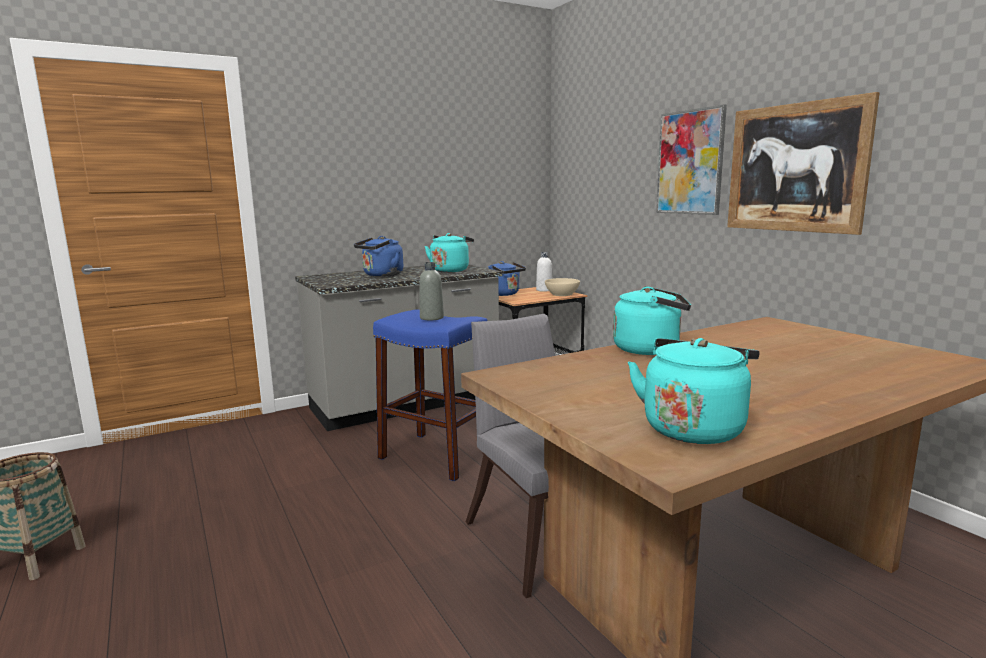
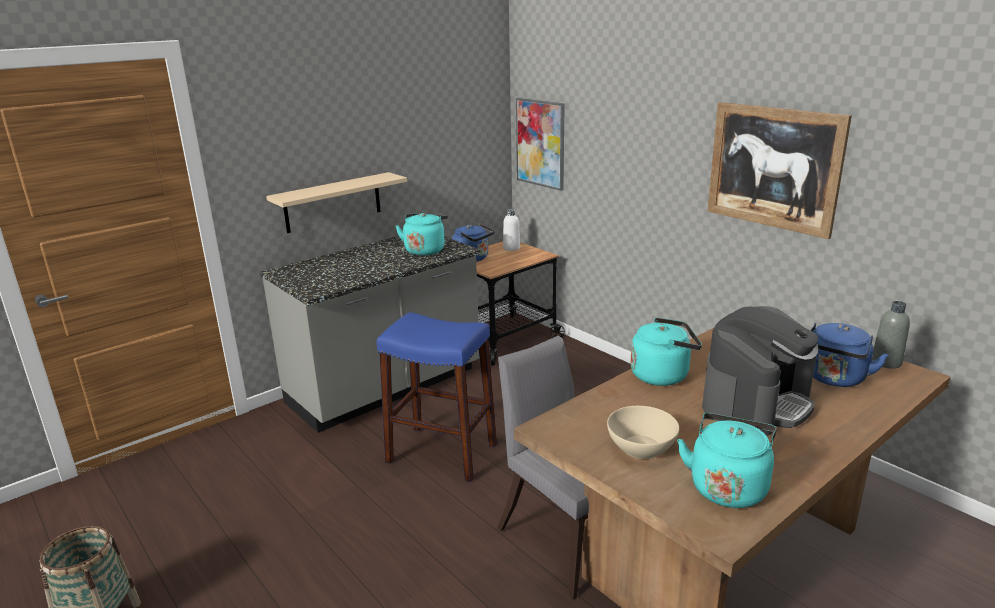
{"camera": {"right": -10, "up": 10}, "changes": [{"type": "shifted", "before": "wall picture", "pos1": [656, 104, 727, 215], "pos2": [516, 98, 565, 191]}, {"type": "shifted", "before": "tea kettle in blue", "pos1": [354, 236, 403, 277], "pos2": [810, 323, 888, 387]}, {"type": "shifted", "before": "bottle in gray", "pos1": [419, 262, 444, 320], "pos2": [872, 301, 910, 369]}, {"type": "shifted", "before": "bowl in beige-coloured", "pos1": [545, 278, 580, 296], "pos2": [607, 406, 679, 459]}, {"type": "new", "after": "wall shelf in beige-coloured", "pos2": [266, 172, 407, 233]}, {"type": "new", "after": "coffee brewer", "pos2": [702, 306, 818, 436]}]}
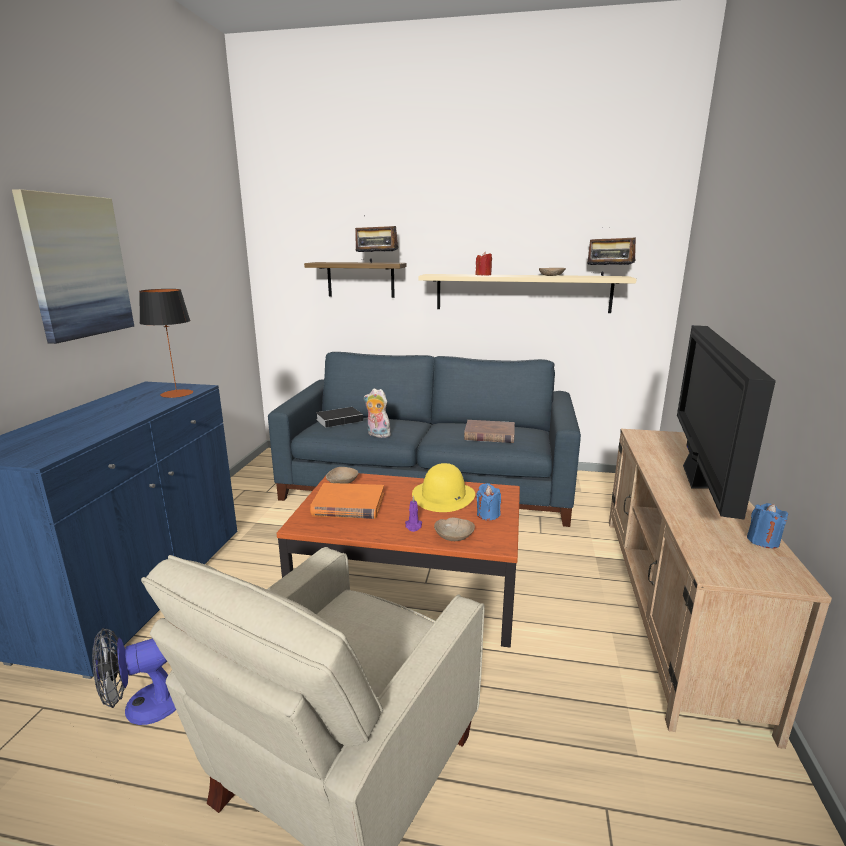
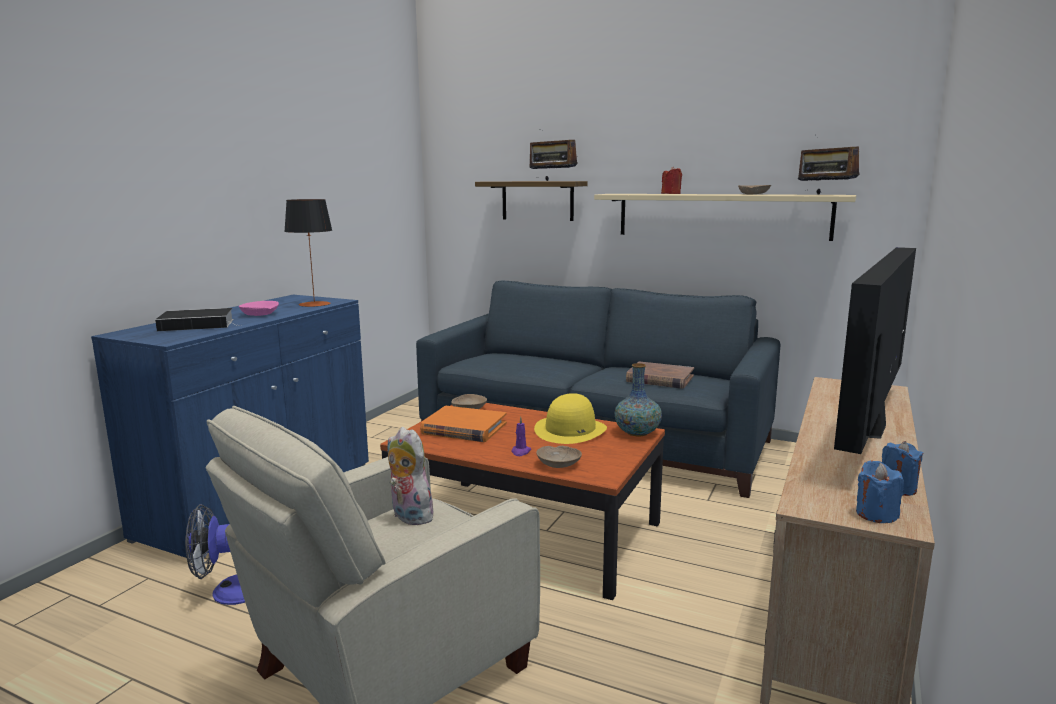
{"camera": {"right": 15, "up": -5}, "changes": [{"type": "gone", "before": "wall picture", "pos1": [12, 189, 134, 344]}, {"type": "shifted", "before": "plush toy", "pos1": [364, 388, 391, 438], "pos2": [387, 427, 435, 525]}, {"type": "shifted", "before": "book", "pos1": [316, 407, 367, 428], "pos2": [155, 308, 241, 331]}, {"type": "shifted", "before": "wax light in blue", "pos1": [476, 483, 501, 521], "pos2": [856, 460, 904, 523]}, {"type": "new", "after": "bowl in pink-coloured", "pos2": [239, 301, 279, 316]}, {"type": "new", "after": "vase", "pos2": [615, 363, 662, 437]}]}
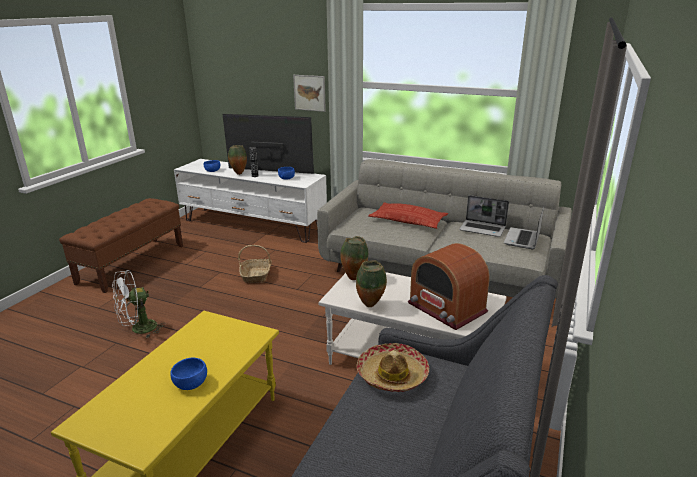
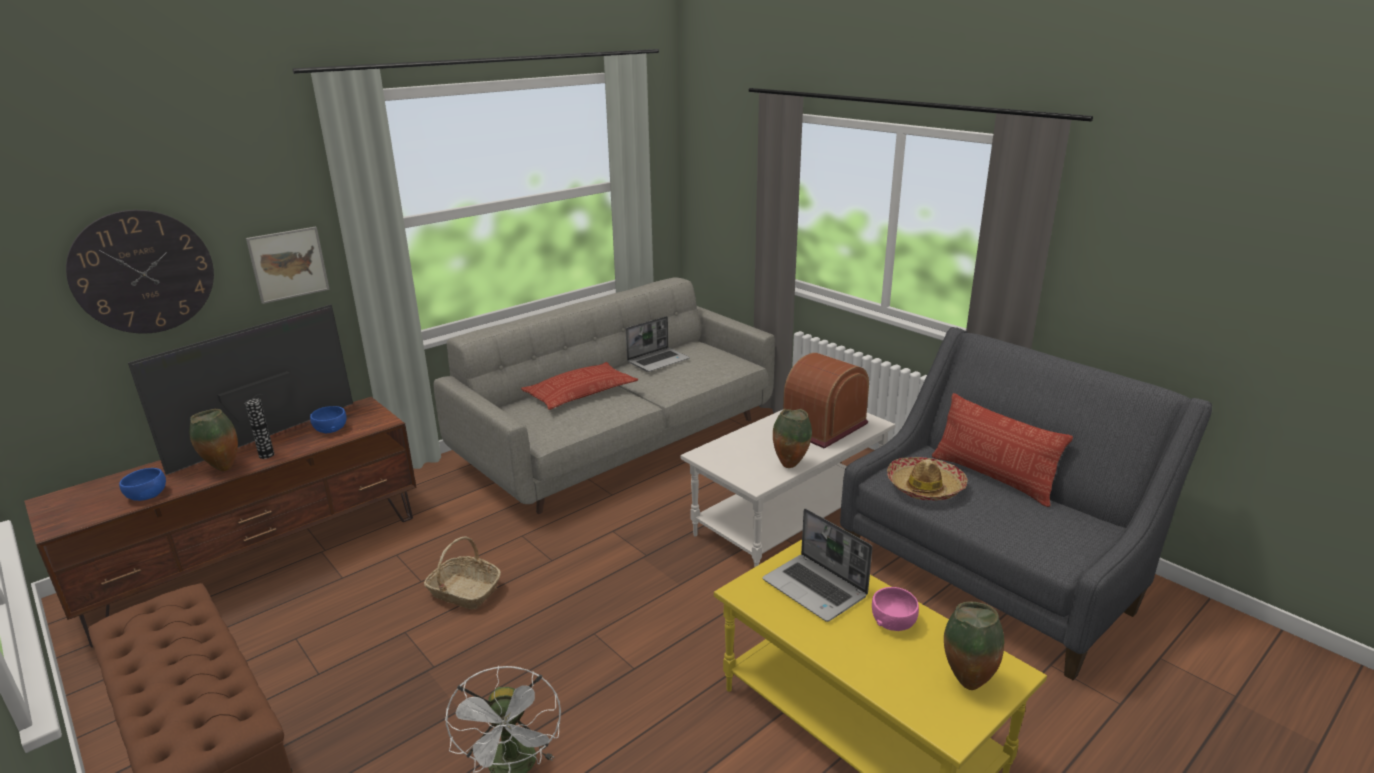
{"camera": {"right": -65, "up": 0}, "changes": [{"type": "repainted", "before": "media console in whitish", "after": "media console in brown-coloured", "pos1": [174, 159, 327, 243], "pos2": [24, 397, 416, 648]}, {"type": "shifted", "before": "laptop", "pos1": [504, 207, 544, 249], "pos2": [762, 508, 872, 622]}, {"type": "shifted", "before": "vase", "pos1": [340, 236, 368, 280], "pos2": [944, 602, 1004, 690]}, {"type": "rotated", "before": "radio set", "pos1": [408, 243, 490, 330], "pos2": [783, 353, 869, 449], "turn": 150}, {"type": "repainted", "before": "bowl in blue", "after": "bowl in pink-coloured", "pos1": [170, 358, 207, 390], "pos2": [872, 587, 919, 631]}, {"type": "new", "after": "wall clock", "pos2": [66, 210, 214, 334]}, {"type": "new", "after": "cushion", "pos2": [932, 393, 1073, 507]}]}
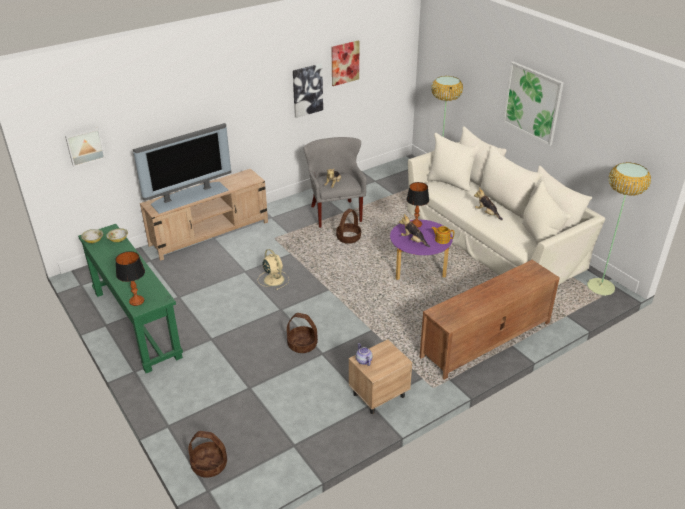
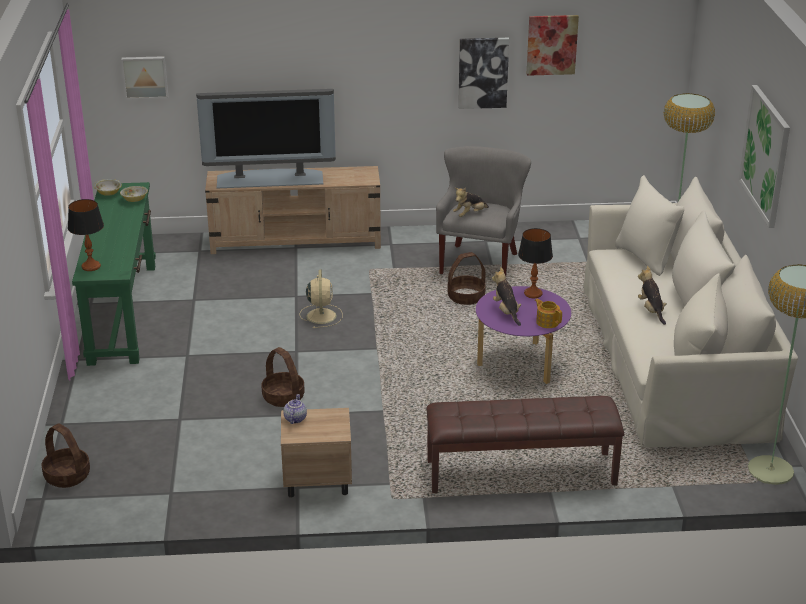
{"camera": {"right": 30, "up": -5}, "changes": [{"type": "swapped", "before": "media console in brown-coloured", "after": "long seat in brown-coloured", "pos1": [420, 260, 560, 380], "pos2": [426, 396, 624, 493]}]}
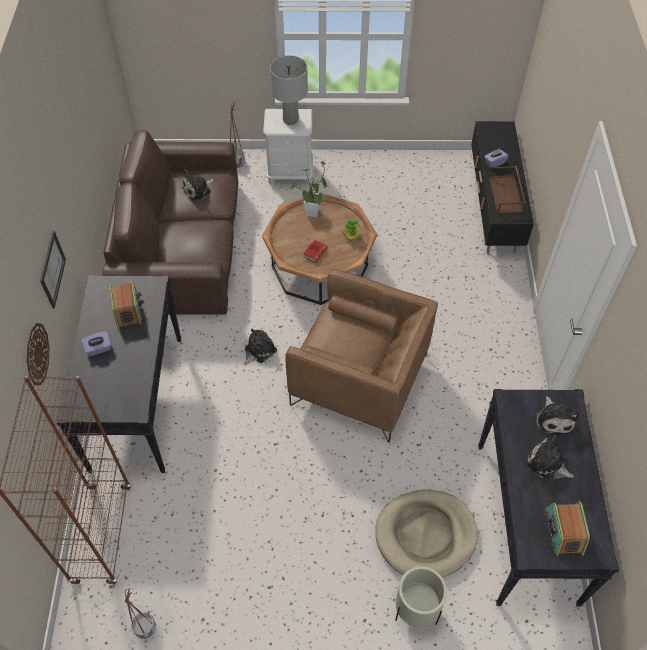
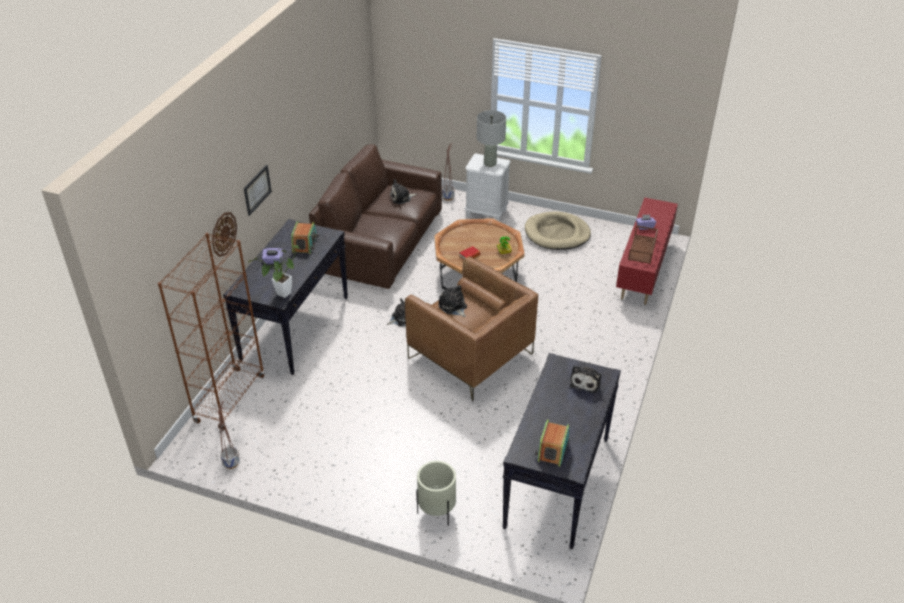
{"camera": {"right": 20, "up": -15}, "changes": [{"type": "repainted", "before": "media console in black", "after": "media console in red", "pos1": [471, 121, 534, 253], "pos2": [616, 197, 678, 305]}, {"type": "shifted", "before": "potted plant", "pos1": [285, 161, 328, 217], "pos2": [249, 245, 299, 298]}, {"type": "shifted", "before": "plush toy", "pos1": [525, 435, 574, 480], "pos2": [439, 285, 467, 317]}, {"type": "shifted", "before": "pet bed in beige-coloured", "pos1": [375, 490, 478, 577], "pos2": [525, 211, 591, 250]}]}
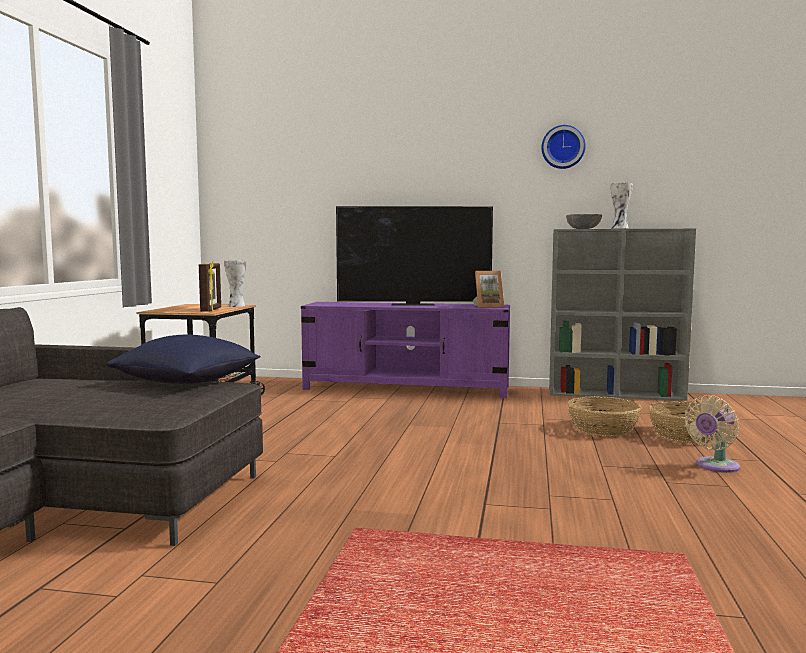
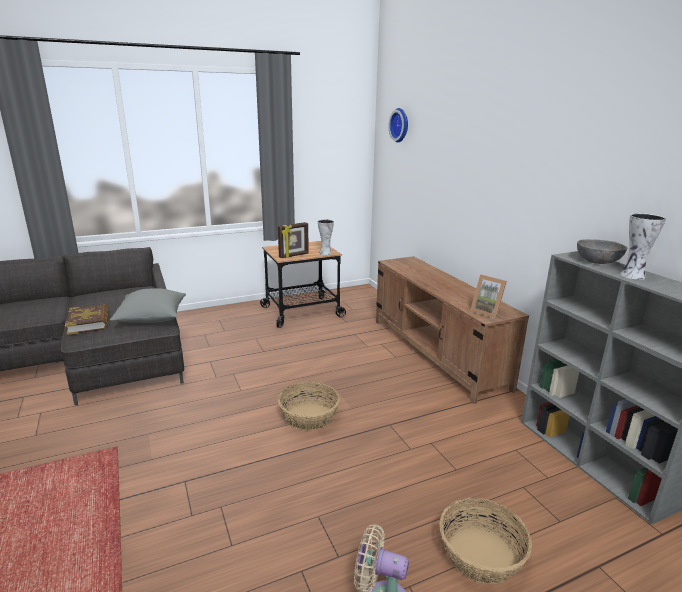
{"camera": {"right": 55, "up": 15}, "changes": [{"type": "shifted", "before": "wall clock", "pos1": [542, 125, 586, 169], "pos2": [388, 108, 408, 142]}, {"type": "gone", "before": "TV set", "pos1": [336, 206, 493, 306]}, {"type": "repainted", "before": "media console in purple", "after": "media console in brown-coloured", "pos1": [301, 302, 510, 398], "pos2": [376, 256, 529, 404]}, {"type": "repainted", "before": "cushion in blue", "after": "cushion in gray", "pos1": [106, 335, 260, 384], "pos2": [110, 288, 186, 323]}, {"type": "shifted", "before": "storage basket", "pos1": [567, 396, 642, 437], "pos2": [278, 382, 340, 431]}, {"type": "new", "after": "book", "pos2": [65, 304, 109, 335]}]}
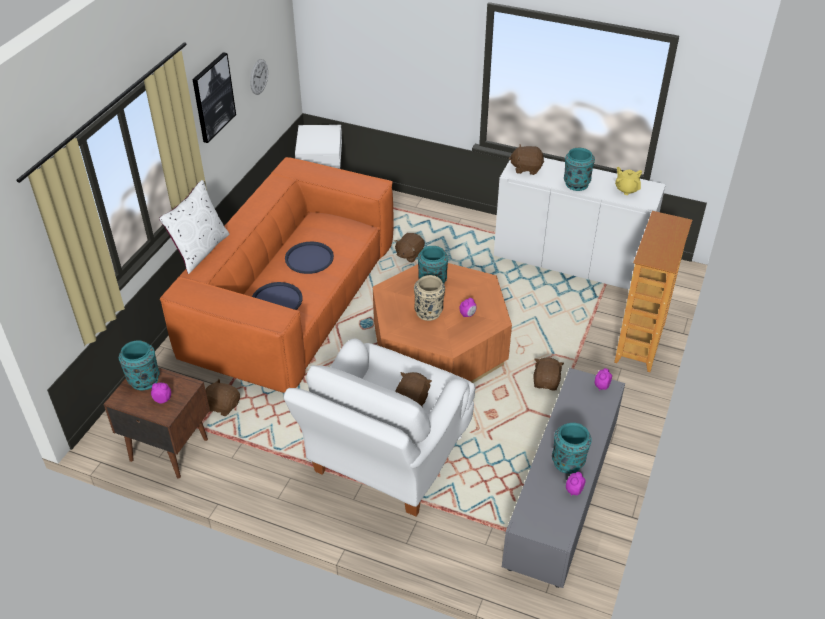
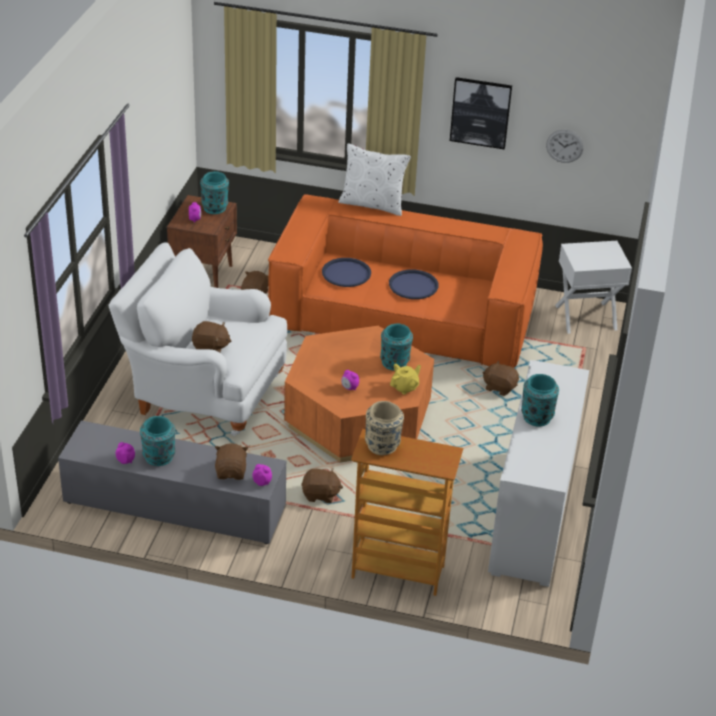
{"camera": {"right": 80, "up": -5}, "changes": [{"type": "shifted", "before": "plush toy in brown-coloured", "pos1": [509, 144, 544, 175], "pos2": [215, 443, 248, 480]}, {"type": "shifted", "before": "tea pot in yellow", "pos1": [615, 167, 642, 195], "pos2": [390, 364, 421, 395]}, {"type": "shifted", "before": "vase in beige-coloured", "pos1": [414, 275, 445, 321], "pos2": [365, 401, 404, 455]}]}
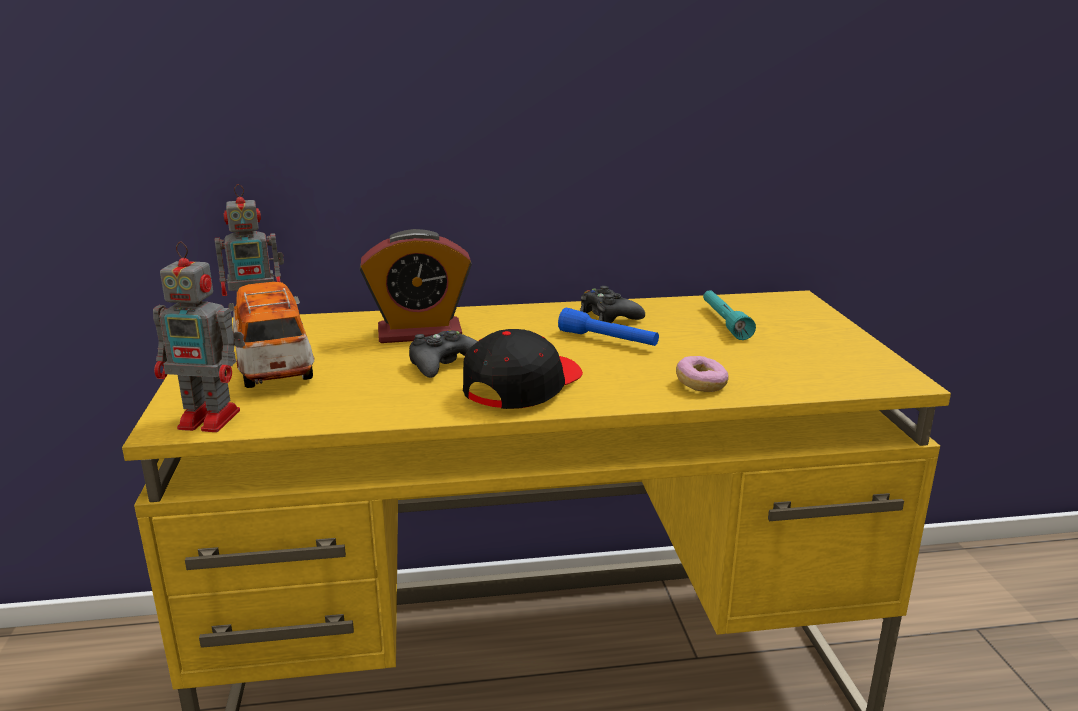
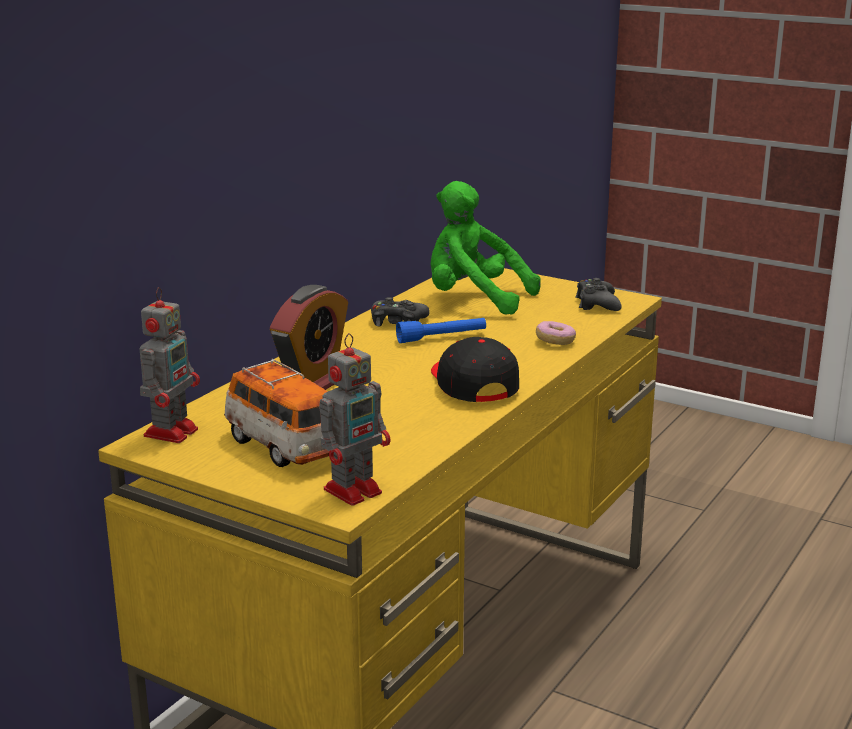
{"camera": {"right": -50, "up": 0}, "changes": [{"type": "rotated", "before": "model car", "pos1": [228, 282, 315, 388], "pos2": [224, 358, 329, 467], "turn": -150}, {"type": "swapped", "before": "torch in turquoise-coloured", "after": "plush toy in greenish", "pos1": [703, 290, 756, 340], "pos2": [431, 181, 541, 315]}, {"type": "shifted", "before": "joypad in black", "pos1": [409, 330, 478, 378], "pos2": [575, 278, 622, 311]}]}
